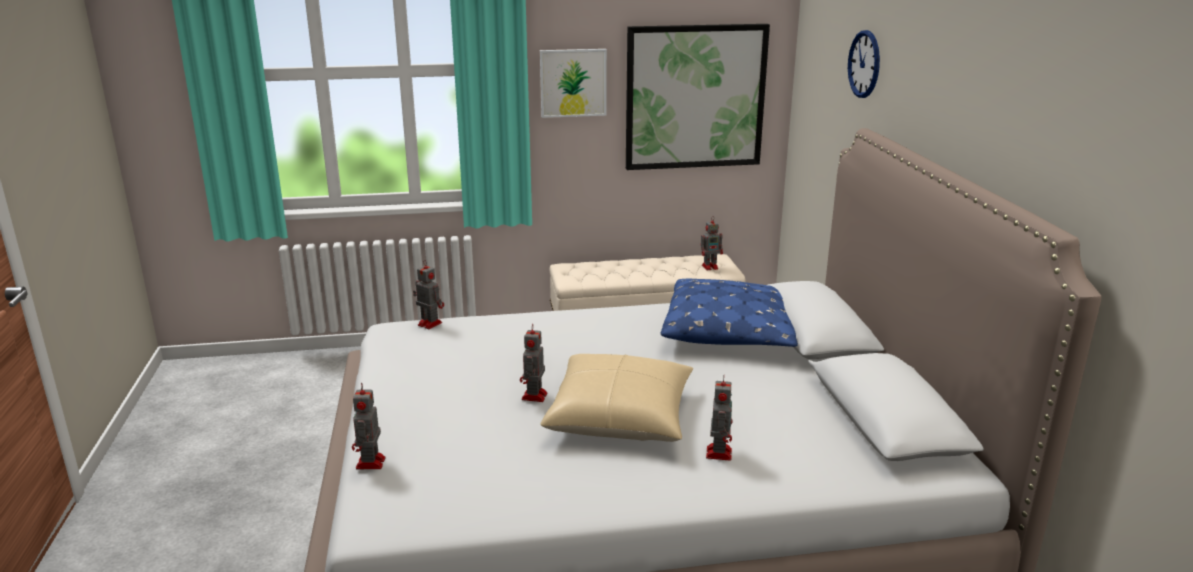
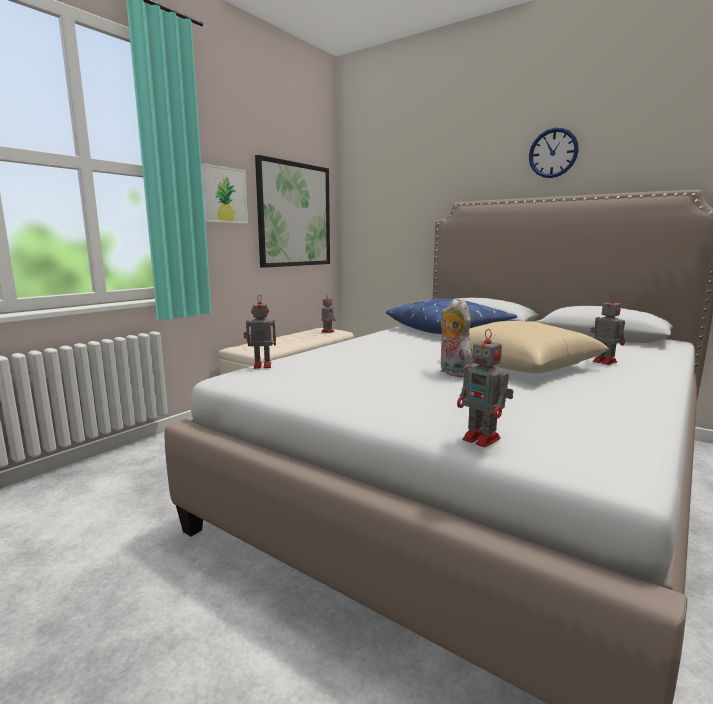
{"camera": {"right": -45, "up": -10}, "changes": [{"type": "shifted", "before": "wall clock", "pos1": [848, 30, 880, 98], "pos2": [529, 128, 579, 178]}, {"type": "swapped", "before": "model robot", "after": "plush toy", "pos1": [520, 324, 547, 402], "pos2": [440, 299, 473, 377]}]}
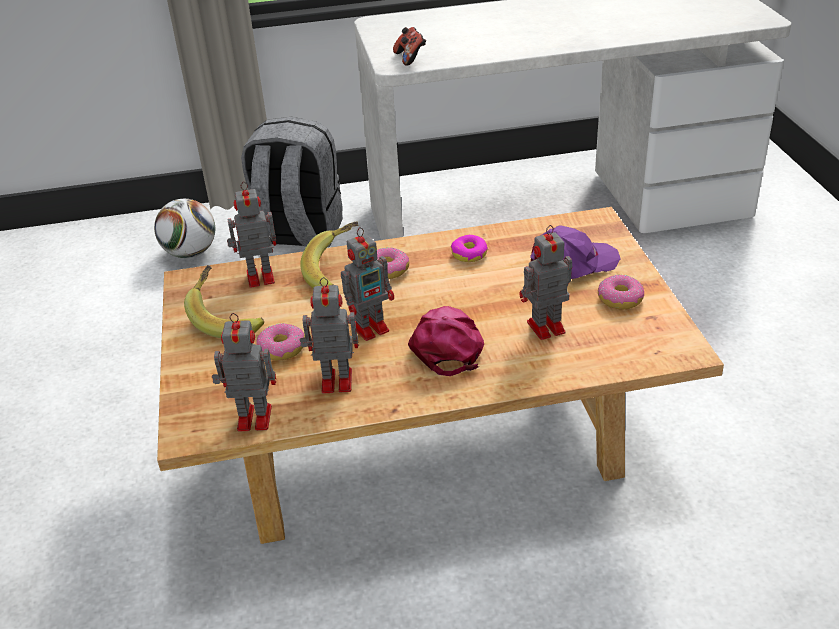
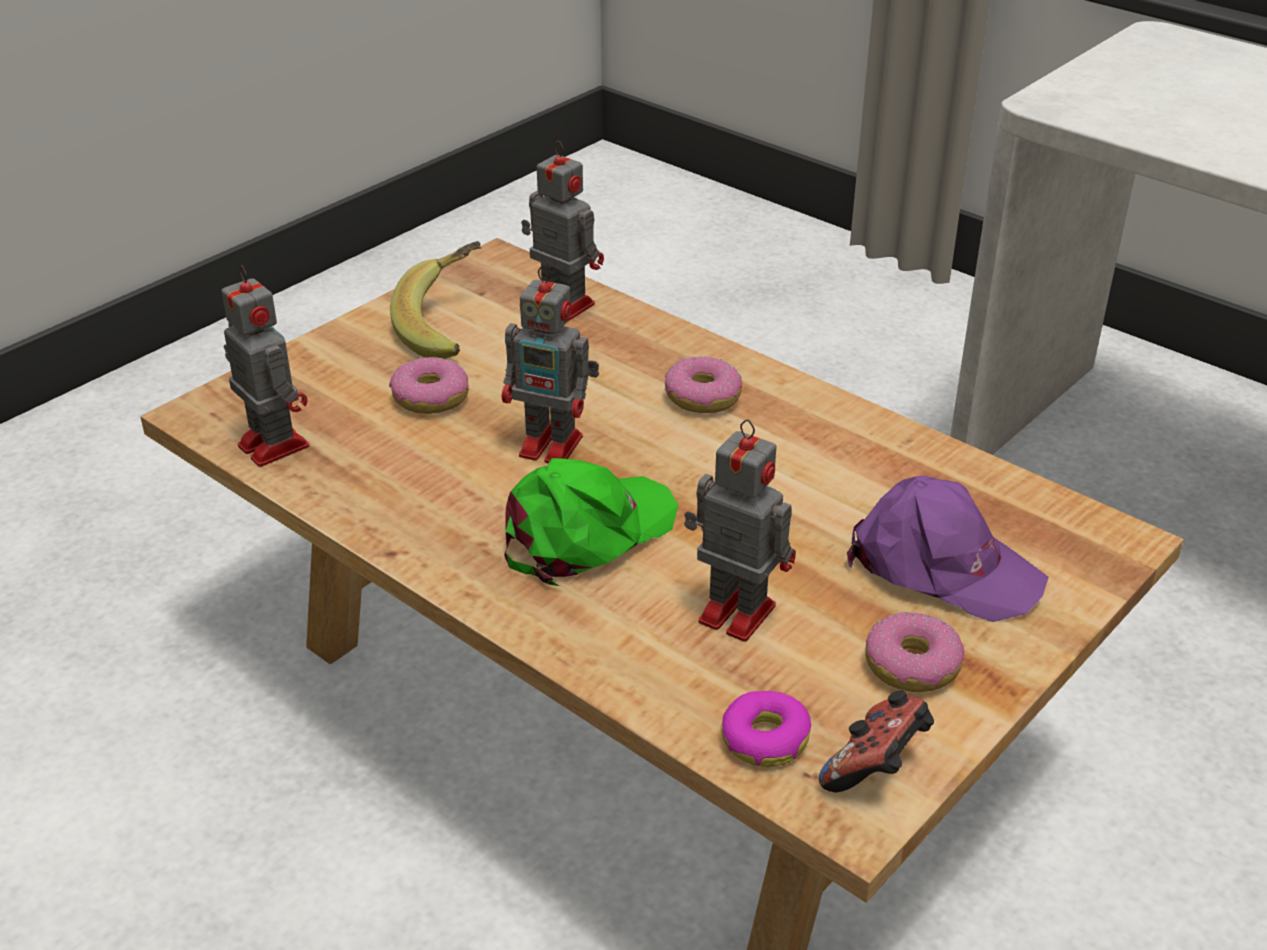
{"camera": {"right": 50, "up": 0}, "changes": [{"type": "shifted", "before": "joypad", "pos1": [393, 27, 426, 66], "pos2": [819, 690, 934, 792]}, {"type": "gone", "before": "knapsack in gray", "pos1": [241, 117, 343, 247]}, {"type": "gone", "before": "football", "pos1": [154, 199, 215, 258]}, {"type": "gone", "before": "whole banana", "pos1": [300, 221, 359, 288]}, {"type": "shifted", "before": "ring doughnut", "pos1": [451, 235, 488, 262], "pos2": [722, 691, 811, 767]}, {"type": "gone", "before": "model robot", "pos1": [300, 277, 359, 394]}, {"type": "repainted", "before": "cap in pink-coloured", "after": "cap in greenish", "pos1": [408, 306, 484, 376], "pos2": [504, 458, 679, 586]}]}
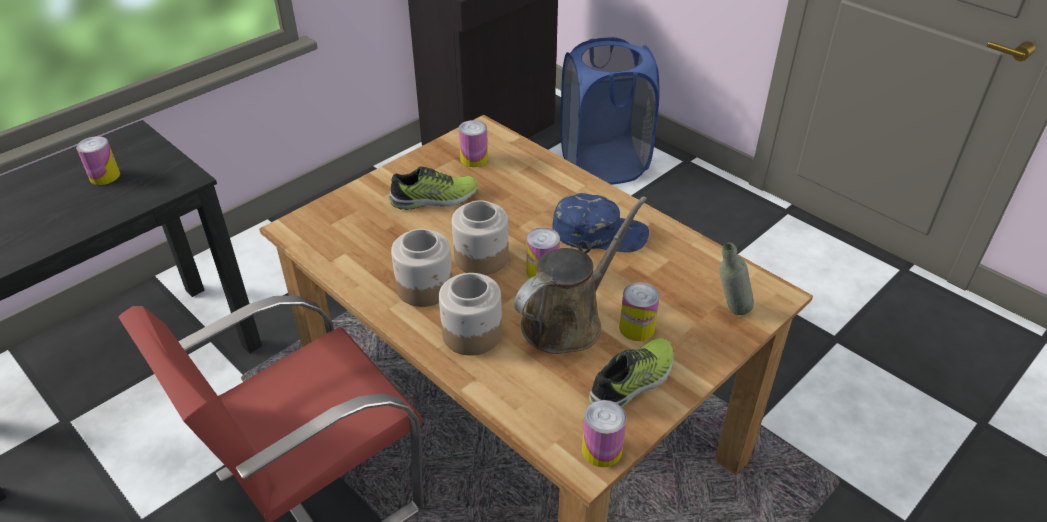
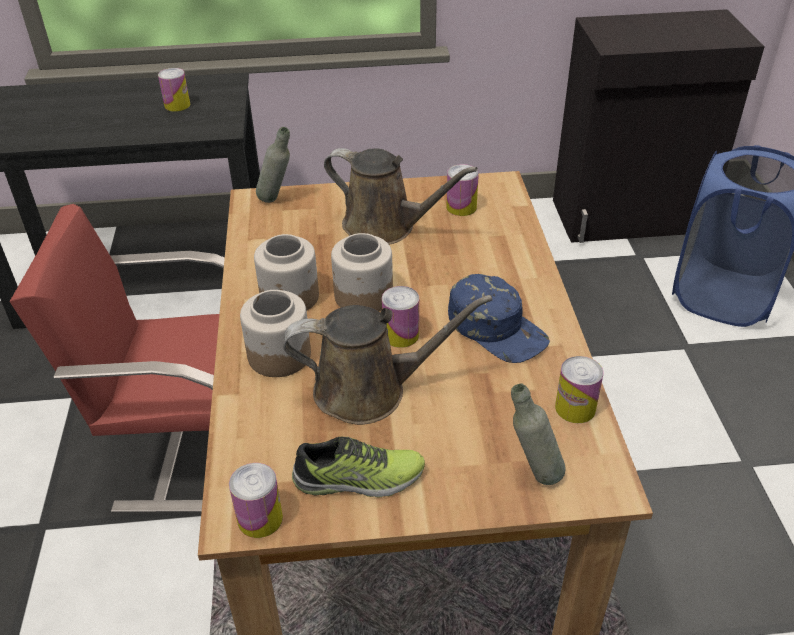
{"camera": {"right": 40, "up": 0}, "changes": [{"type": "swapped", "before": "shoe", "after": "watering pot in brown-coloured", "pos1": [389, 166, 478, 210], "pos2": [324, 148, 478, 245]}, {"type": "shifted", "before": "sealed can", "pos1": [619, 282, 660, 341], "pos2": [555, 356, 603, 423]}, {"type": "new", "after": "bottle in gray", "pos2": [256, 127, 290, 203]}]}
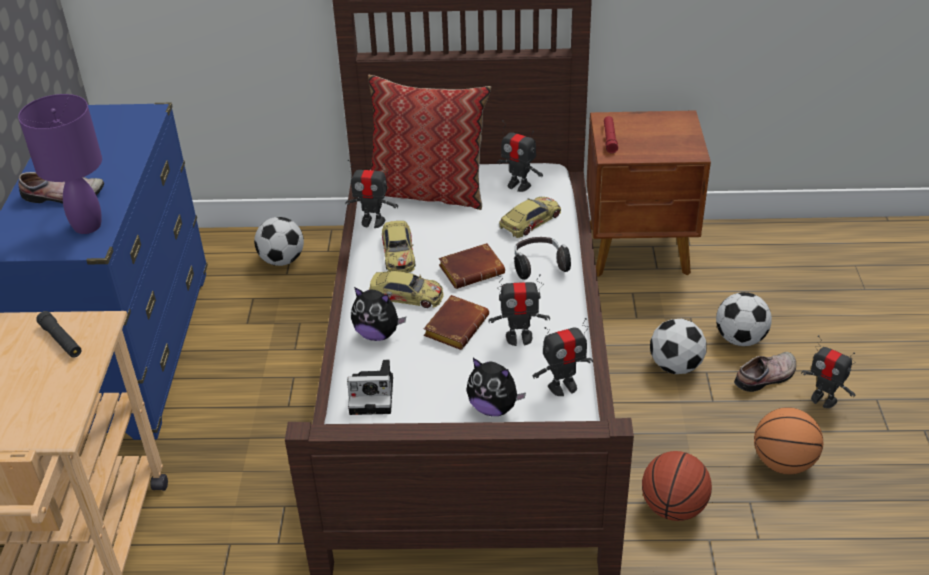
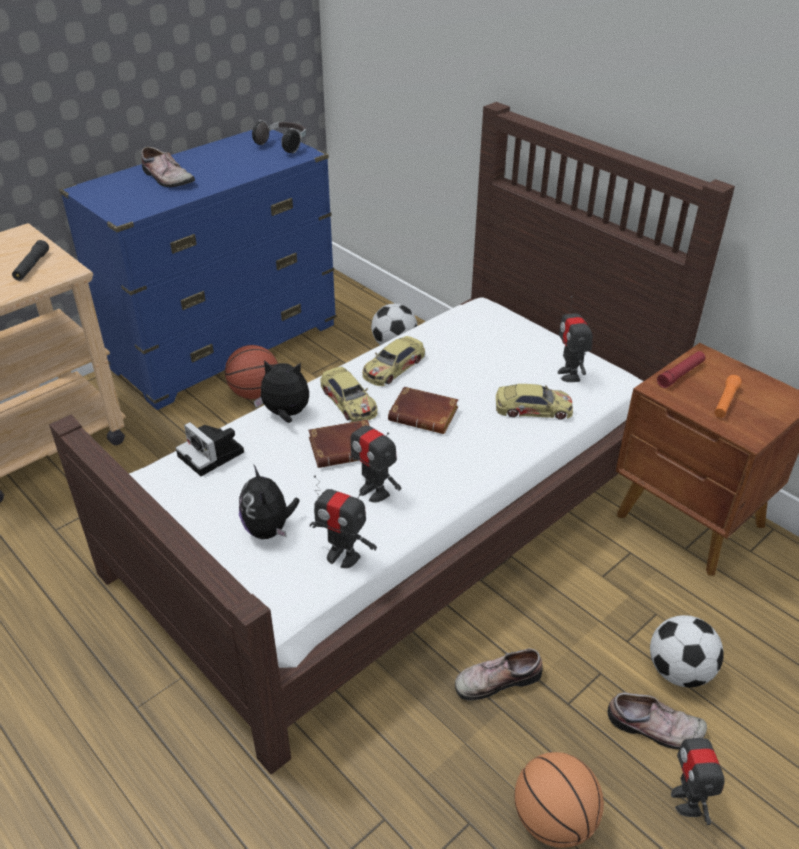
{"camera": {"right": 45, "up": 0}, "changes": [{"type": "gone", "before": "cushion", "pos1": [368, 75, 491, 210]}, {"type": "gone", "before": "table lamp in purple", "pos1": [18, 94, 102, 234]}, {"type": "gone", "before": "model robot", "pos1": [345, 159, 398, 228]}, {"type": "shifted", "before": "headphones", "pos1": [514, 237, 571, 280], "pos2": [252, 120, 306, 153]}, {"type": "rotated", "before": "plush toy", "pos1": [351, 287, 406, 341], "pos2": [253, 360, 309, 423], "turn": 120}, {"type": "gone", "before": "football", "pos1": [650, 319, 707, 374]}, {"type": "shifted", "before": "basketball ball", "pos1": [642, 451, 712, 521], "pos2": [225, 345, 278, 399]}, {"type": "new", "after": "torch in orange-coloured", "pos2": [714, 375, 742, 418]}, {"type": "new", "after": "shoe", "pos2": [455, 648, 543, 701]}]}
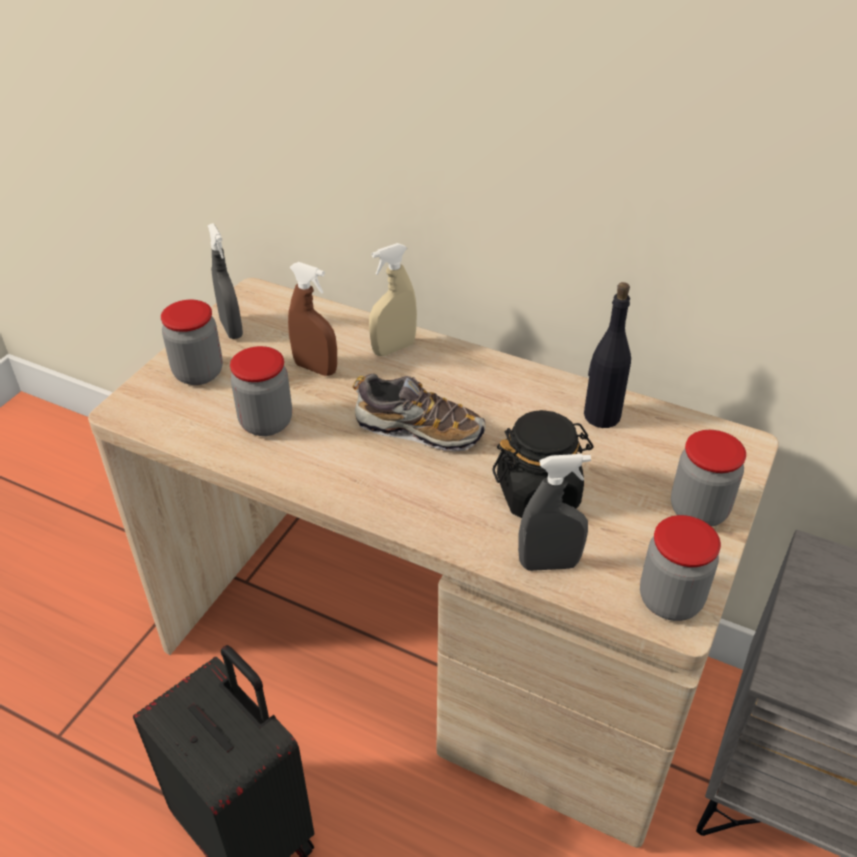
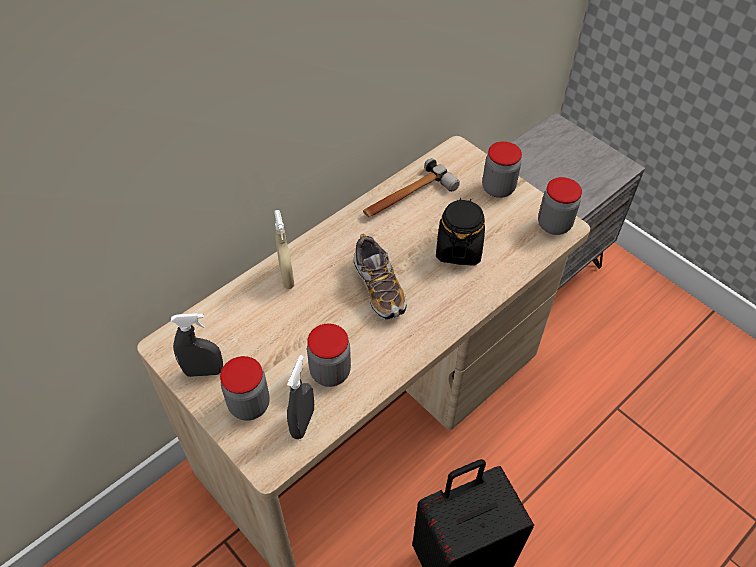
{"camera": {"right": -70, "up": 10}, "changes": [{"type": "gone", "before": "spray bottle in brown-coloured", "pos1": [288, 262, 337, 376]}, {"type": "swapped", "before": "bottle in black", "after": "hammer", "pos1": [584, 282, 631, 428], "pos2": [363, 159, 460, 217]}, {"type": "rotated", "before": "shoe", "pos1": [353, 373, 486, 451], "pos2": [353, 234, 407, 320], "turn": 120}, {"type": "shifted", "before": "spray bottle in gray", "pos1": [518, 454, 591, 571], "pos2": [287, 355, 314, 439]}]}
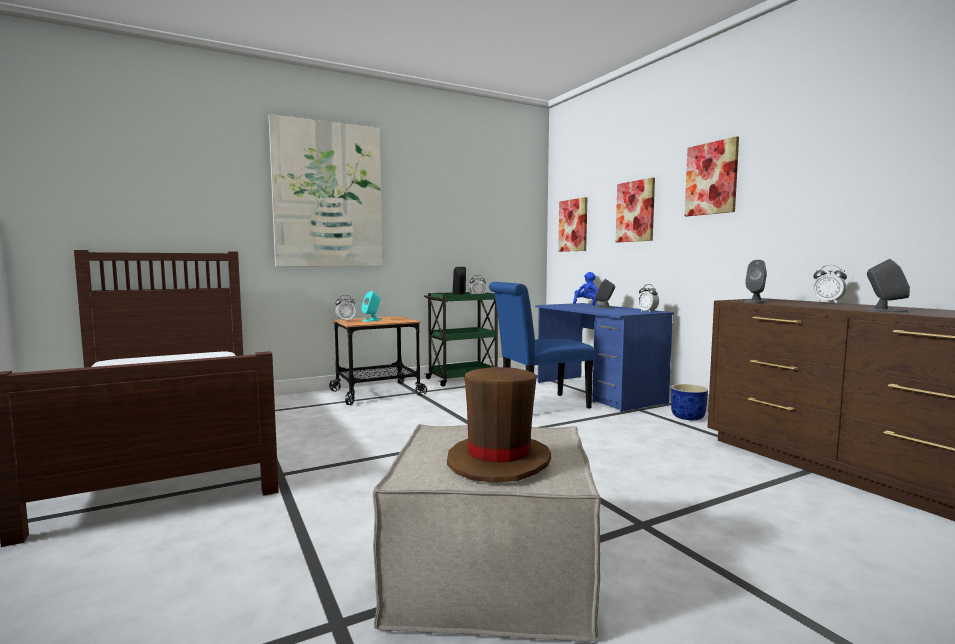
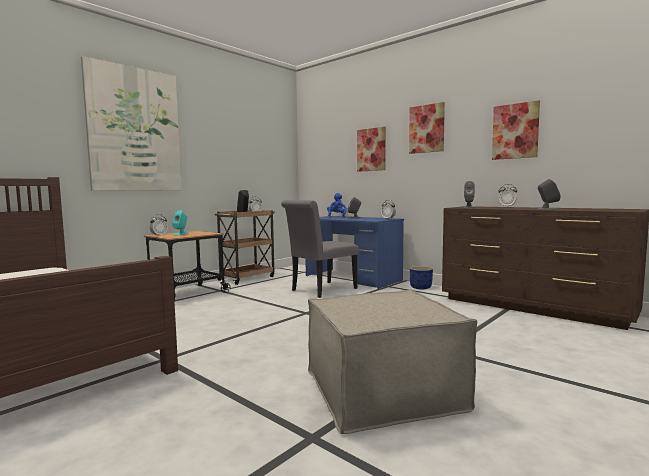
{"camera": {"right": -20, "up": 0}, "changes": [{"type": "shifted", "before": "wall picture", "pos1": [558, 197, 587, 252], "pos2": [492, 100, 540, 160]}, {"type": "repainted", "before": "plain chair in blue", "after": "plain chair in gray", "pos1": [489, 282, 596, 409], "pos2": [281, 200, 359, 298]}, {"type": "repainted", "before": "trolley in greenish", "after": "trolley in brown-coloured", "pos1": [424, 292, 498, 387], "pos2": [214, 210, 275, 285]}, {"type": "gone", "before": "clothing hat in brown-coloured", "pos1": [447, 367, 551, 483]}]}
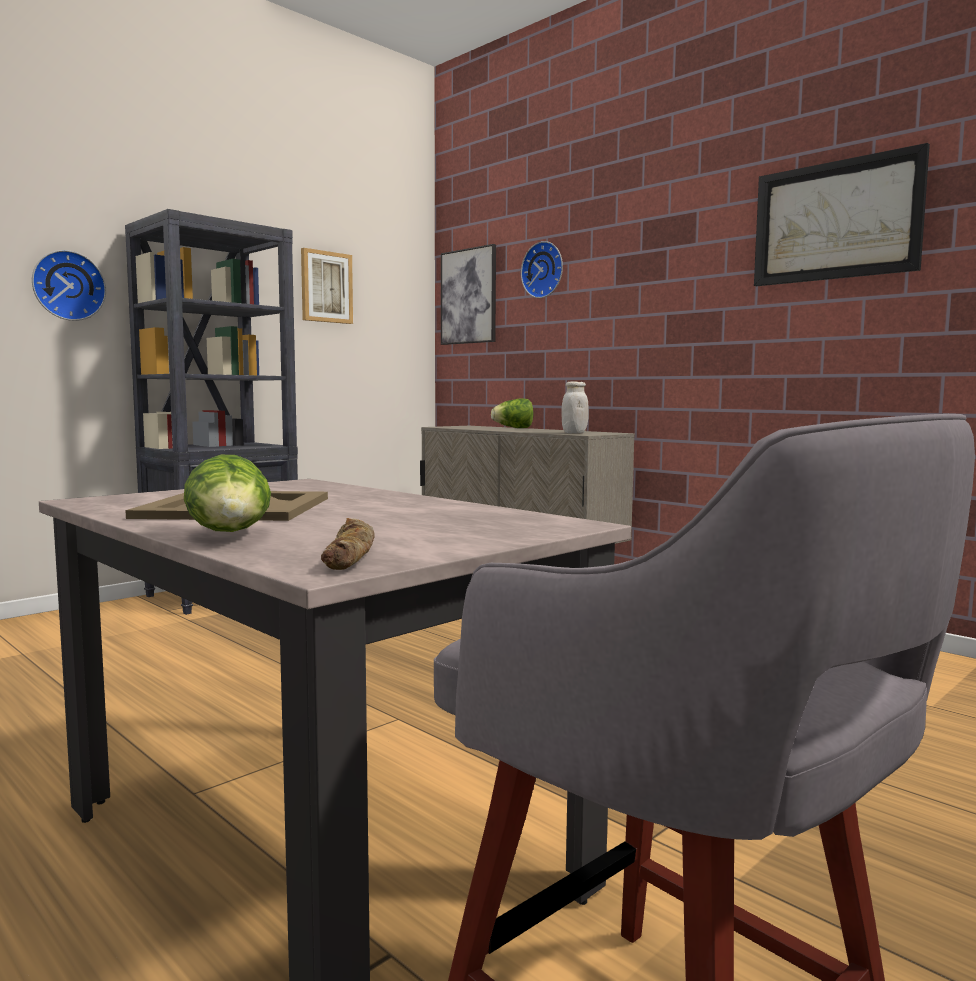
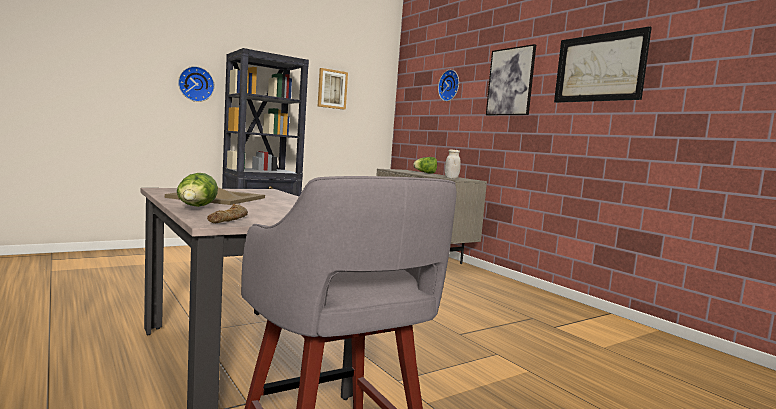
{"camera": {"right": 10, "up": 0}, "changes": [{"type": "shifted", "before": "wall picture", "pos1": [441, 244, 496, 345], "pos2": [486, 44, 536, 115]}]}
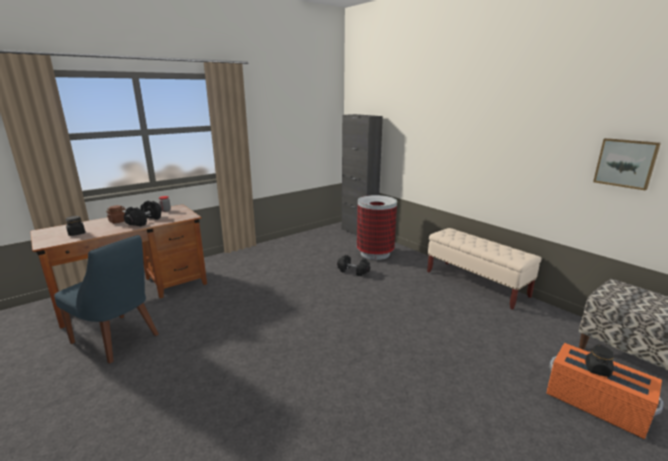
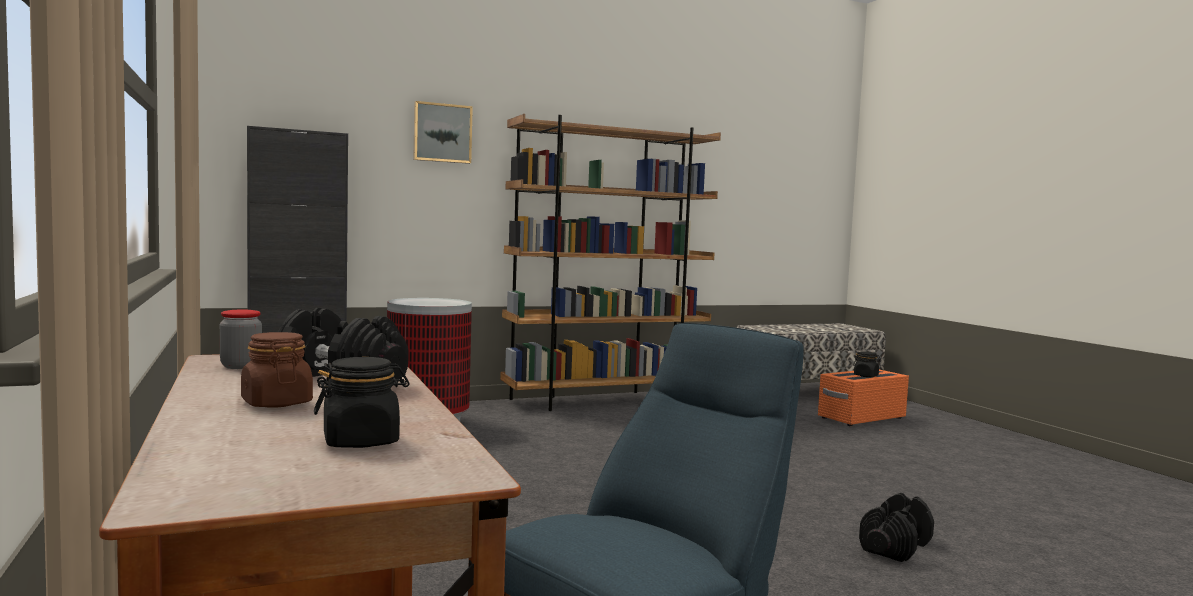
{"camera": {"right": -75, "up": -15}, "changes": [{"type": "shifted", "before": "wall picture", "pos1": [593, 138, 661, 190], "pos2": [413, 101, 473, 164]}, {"type": "swapped", "before": "long seat in beige-coloured", "after": "bookcase in brown-coloured", "pos1": [427, 228, 542, 310], "pos2": [500, 114, 721, 411]}, {"type": "shifted", "before": "dumbbell in black", "pos1": [337, 255, 370, 276], "pos2": [859, 493, 934, 562]}]}
